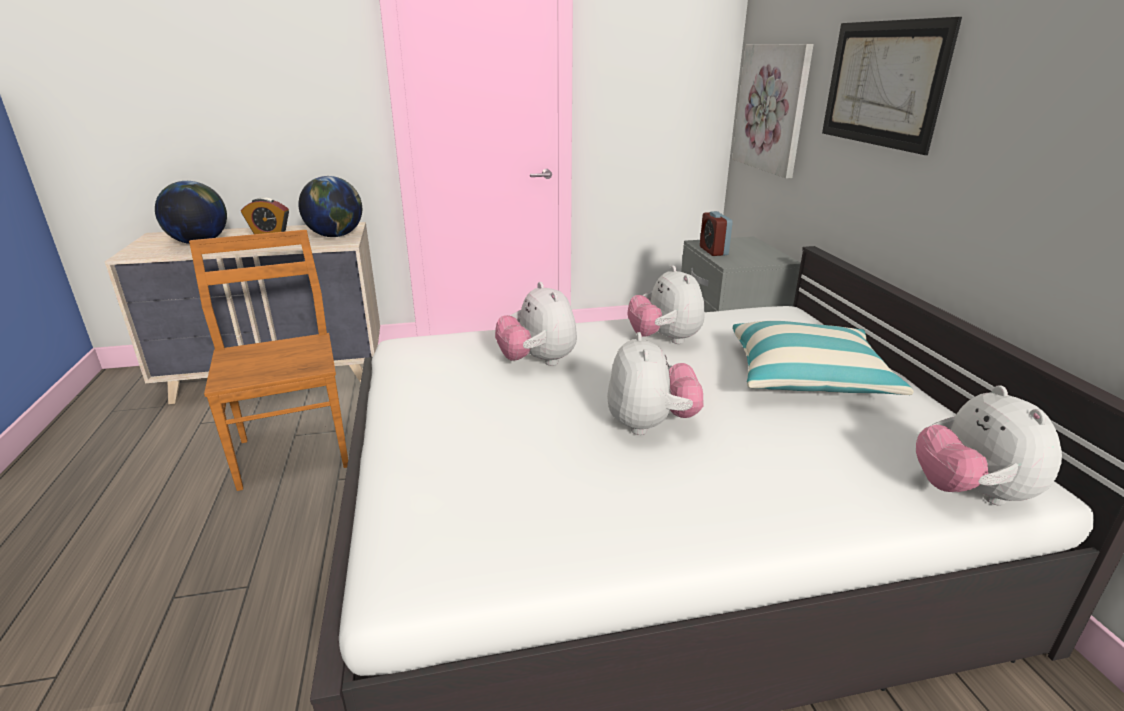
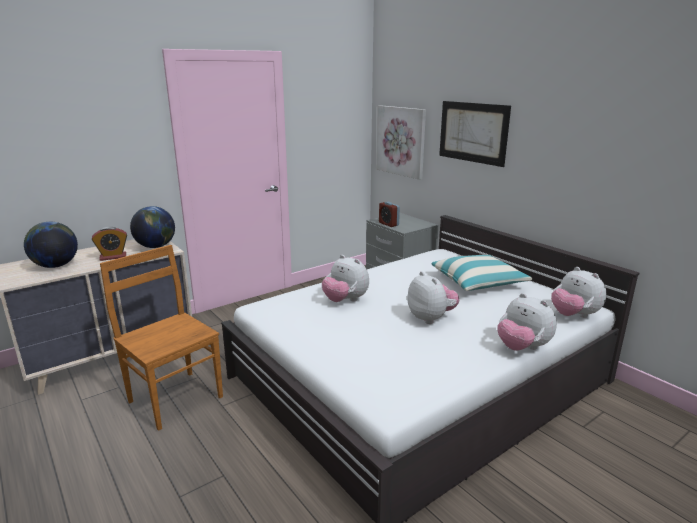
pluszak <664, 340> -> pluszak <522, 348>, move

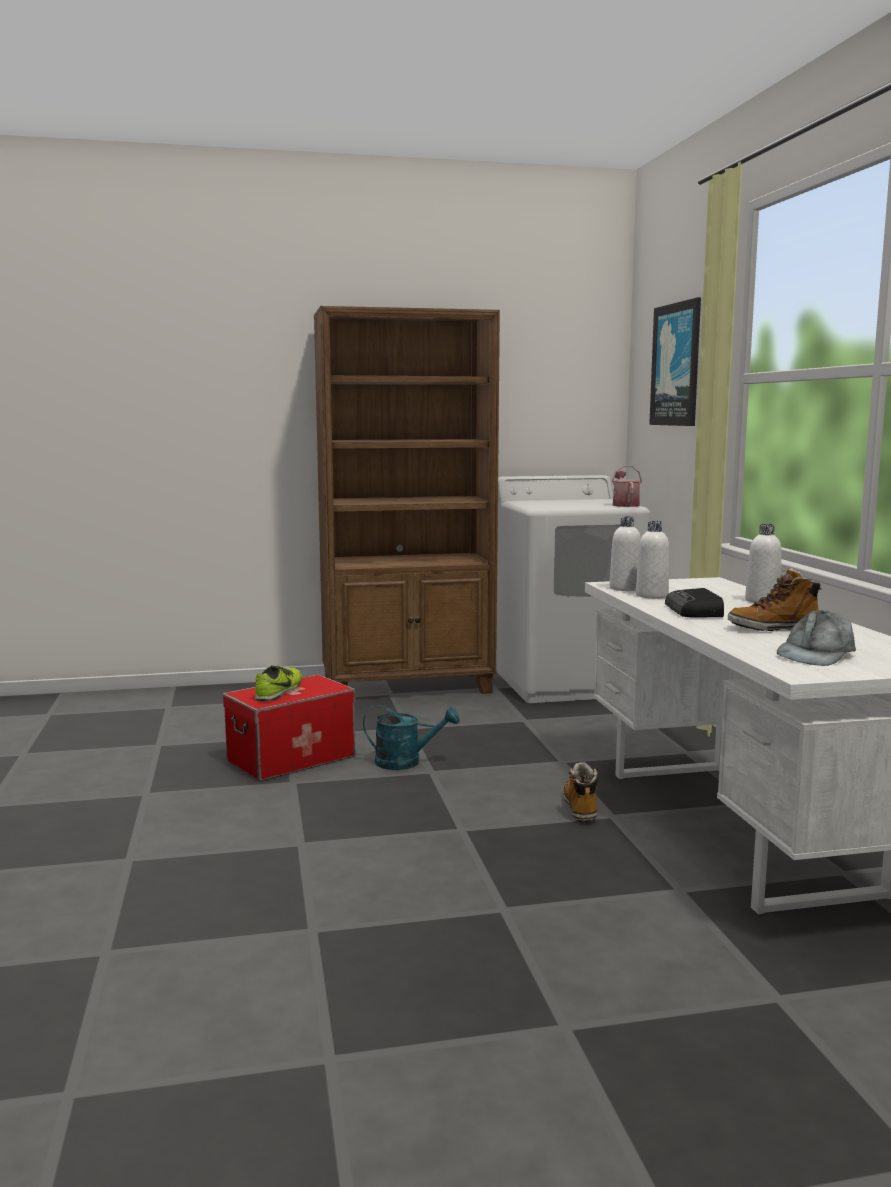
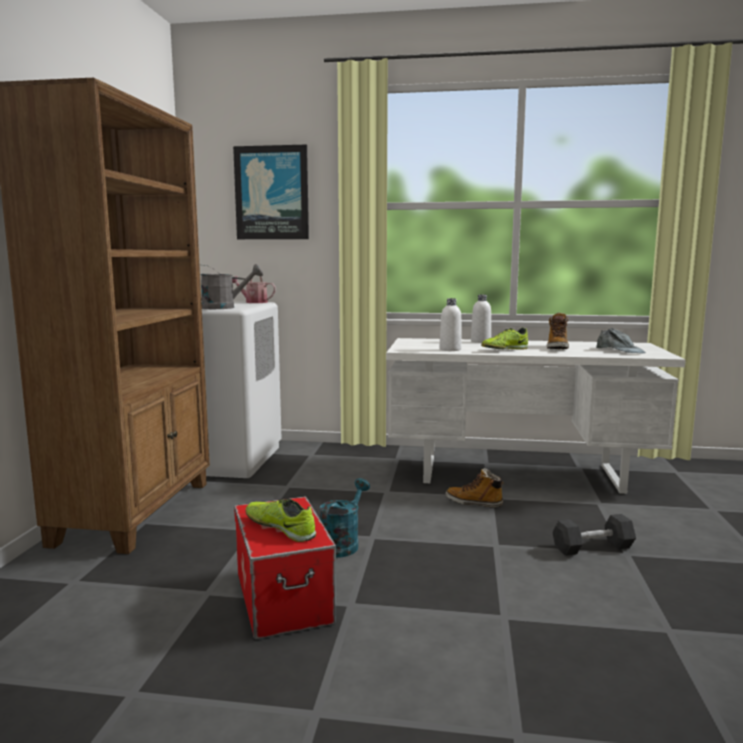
none -> konewka [szary] <224, 307>
radio <694, 611> -> but <504, 350>
none -> hantel [czarny] <592, 547>
butelka [biały] <625, 588> -> none

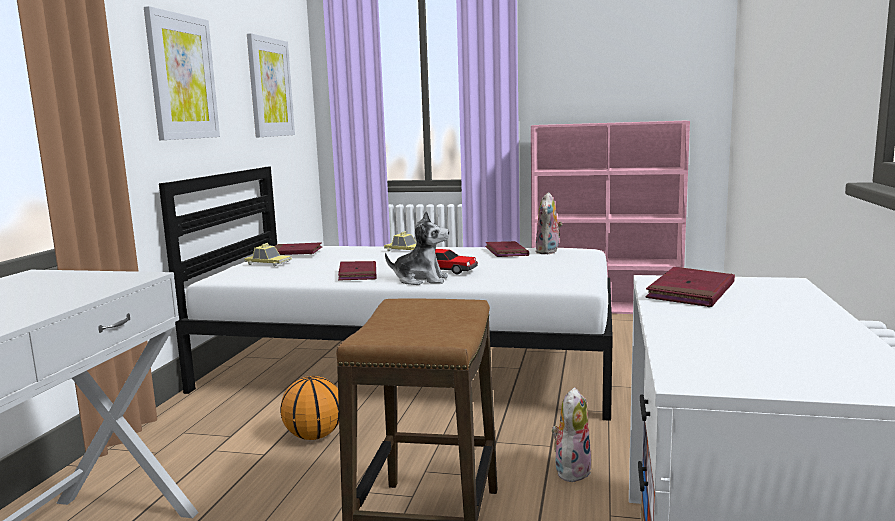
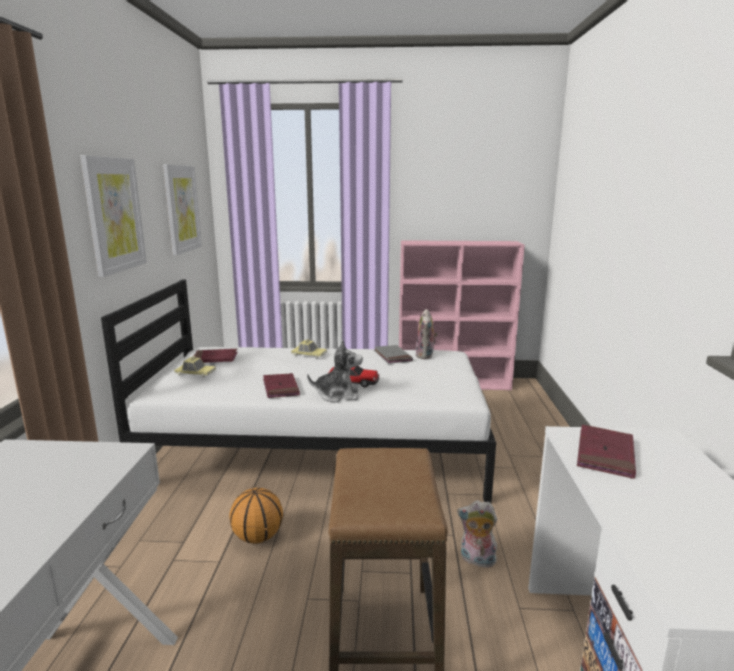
książka [czerwony] <506, 252> -> książka [szary] <392, 356>
pluszak <571, 470> -> pluszak <476, 560>, 90 degrees counterclockwise

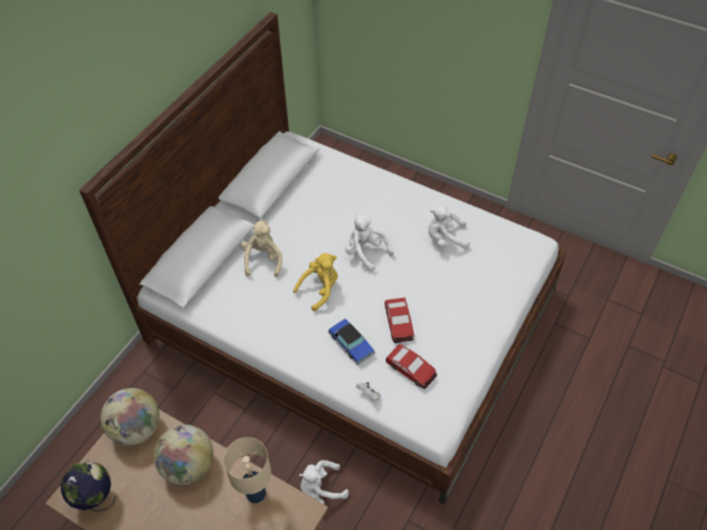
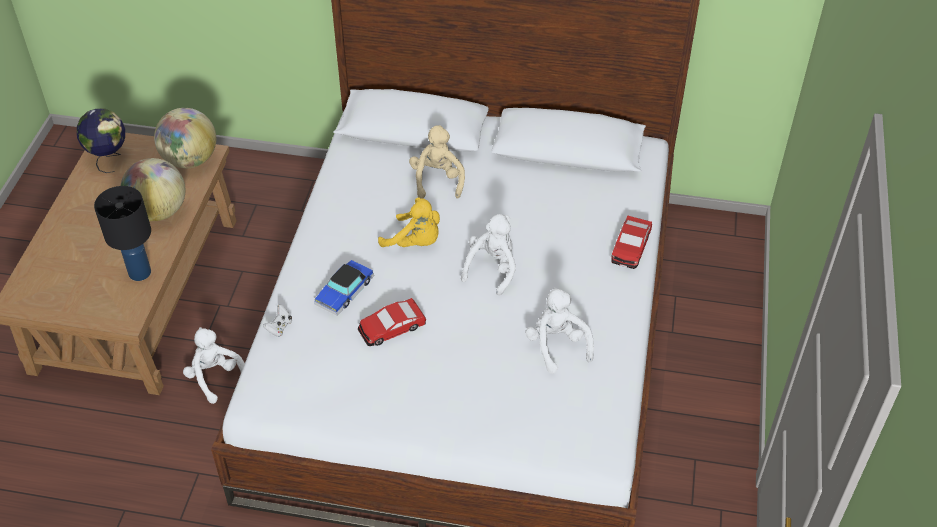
lampa stołowa [beżowy] <255, 493> -> lampa stołowa [czarny] <139, 272>
pluszak [beżowy] <263, 260> -> pluszak [beżowy] <437, 180>, 75 degrees counterclockwise
samochodzik <411, 369> -> samochodzik <630, 247>, move

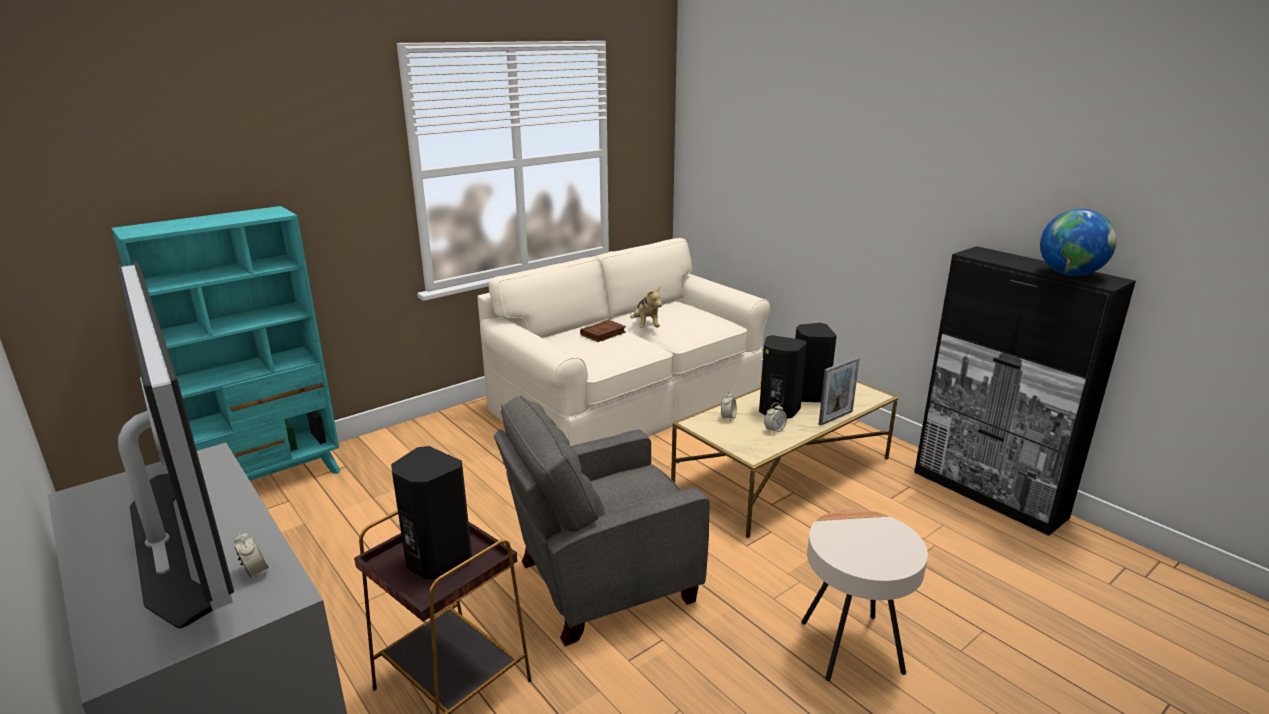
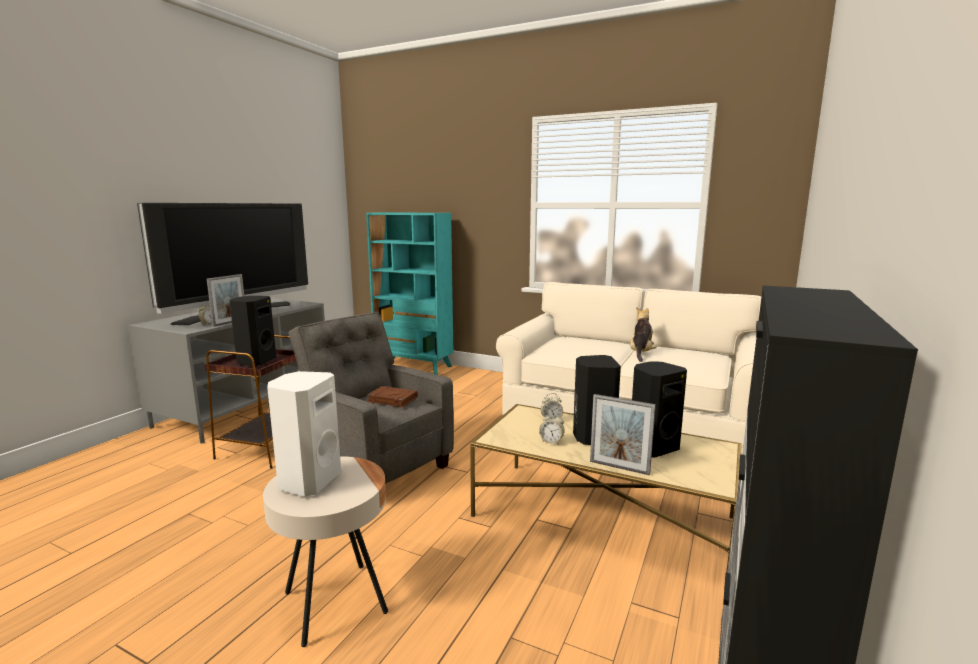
none -> ramka na zdjęcie <230, 322>
none -> głośnik [biały] <308, 481>
książka [brązowy] <603, 334> -> książka [brązowy] <392, 400>, move
pluszak <645, 326> -> pluszak <641, 353>, 150 degrees clockwise
globus <1069, 274> -> none

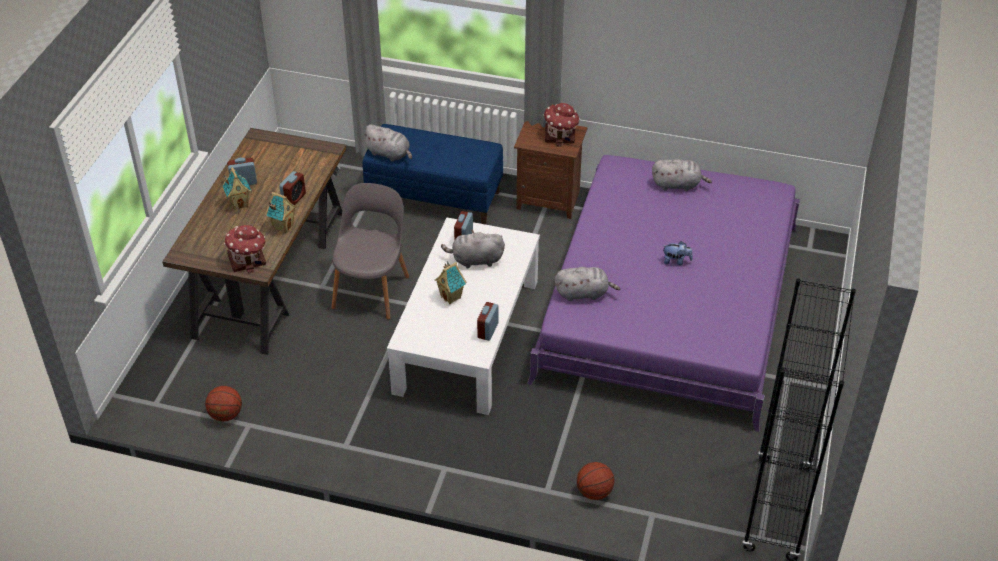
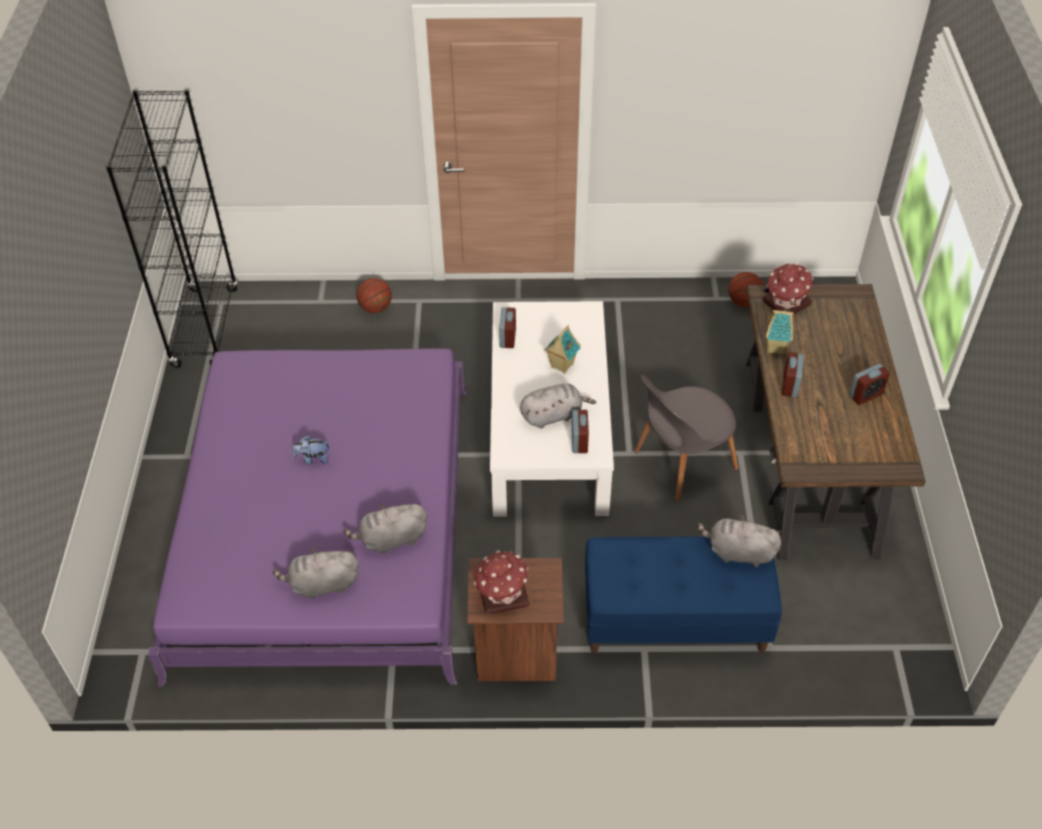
pluszak [szary] <584, 293> -> pluszak [szary] <391, 539>, move
krzesło [szary] <372, 289> -> krzesło [szary] <681, 462>, 60 degrees clockwise
domek <239, 204> -> none

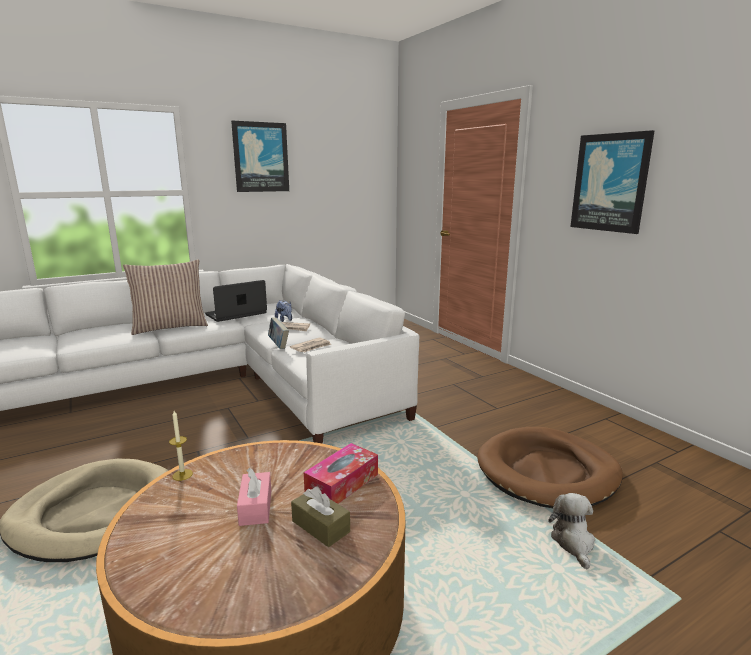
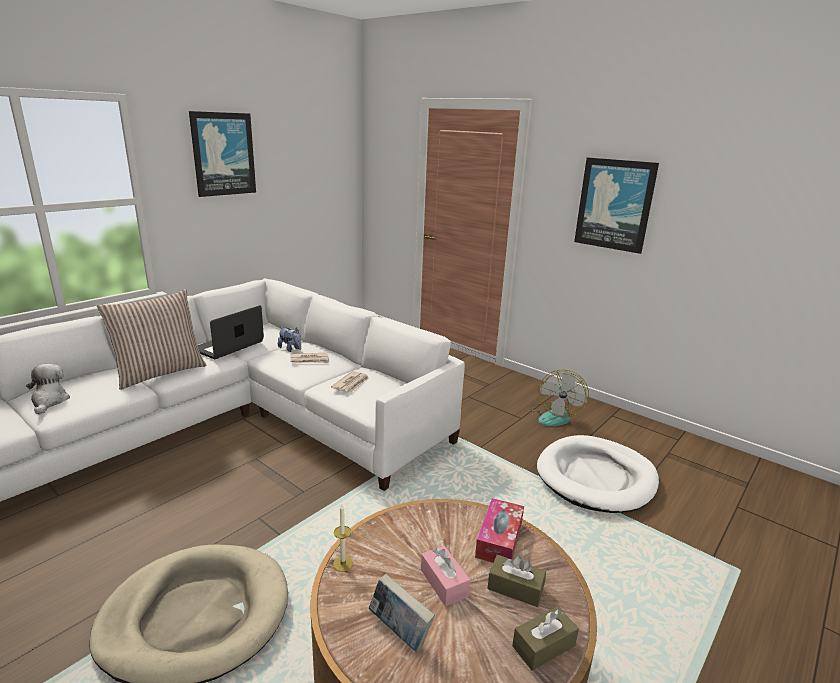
pluszak <573, 542> -> pluszak <49, 401>, move
książka <278, 345> -> książka <400, 631>, move
none -> pudełko chusteczek [brązowy] <543, 646>
none -> wentylator <555, 416>
legowisko [brązowy] <547, 472> -> legowisko [biały] <596, 477>

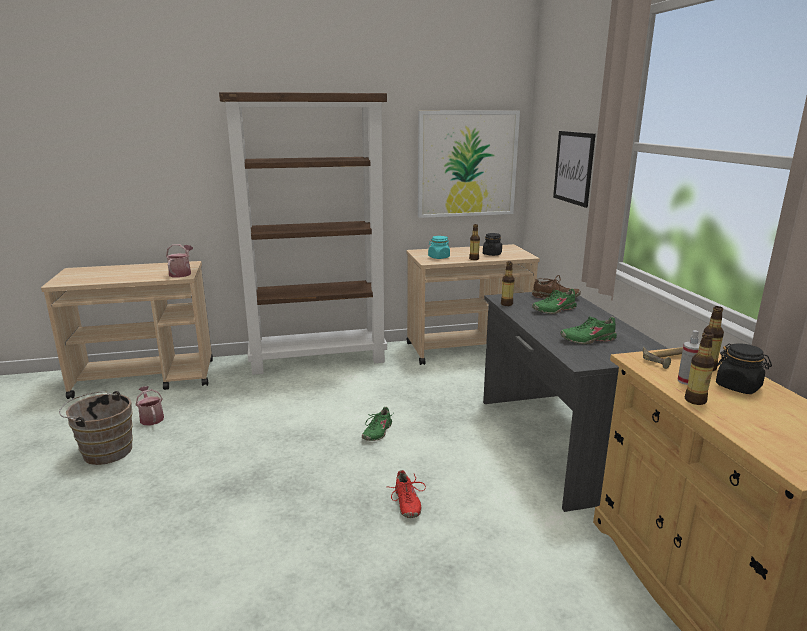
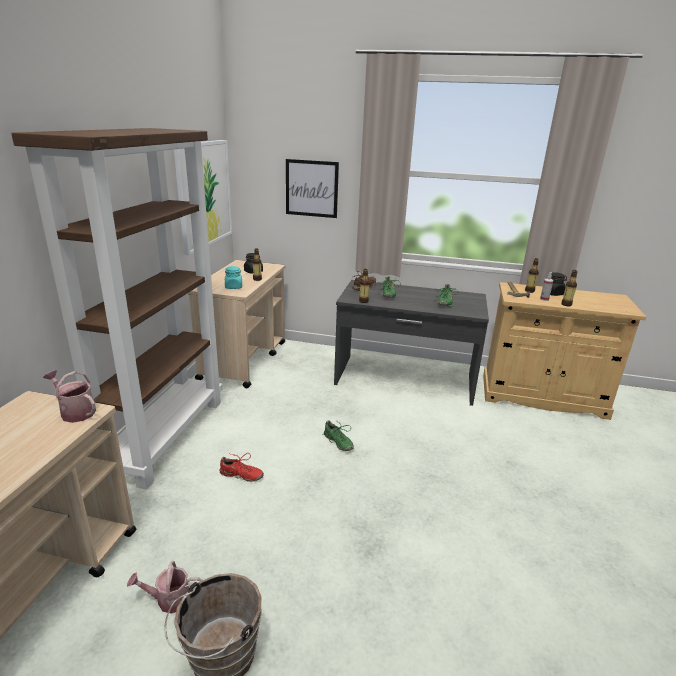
but [czerwony] <406, 503> -> but [czerwony] <241, 475>, move

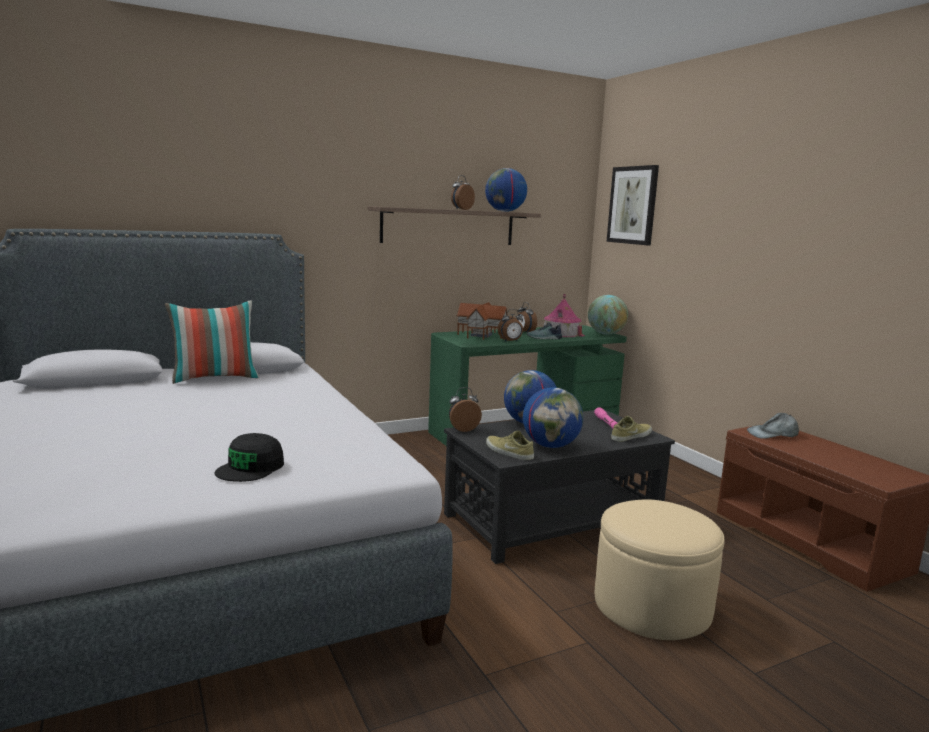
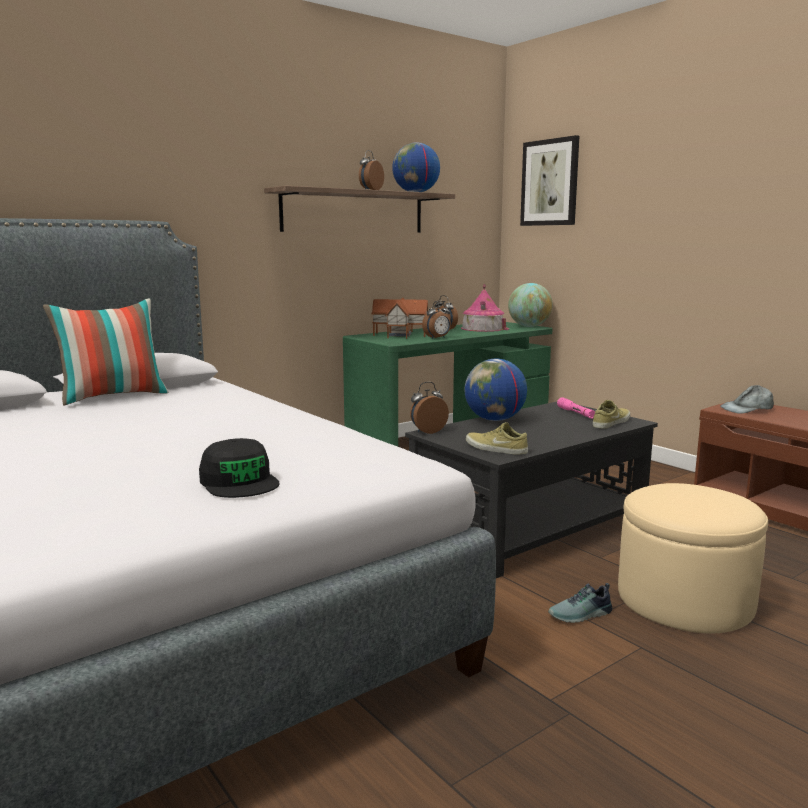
czapka z daszkiem [czarny] <251, 468> -> czapka z daszkiem [czarny] <239, 482>, 45 degrees counterclockwise
but <544, 338> -> but <581, 615>, move
globus <551, 446> -> none

